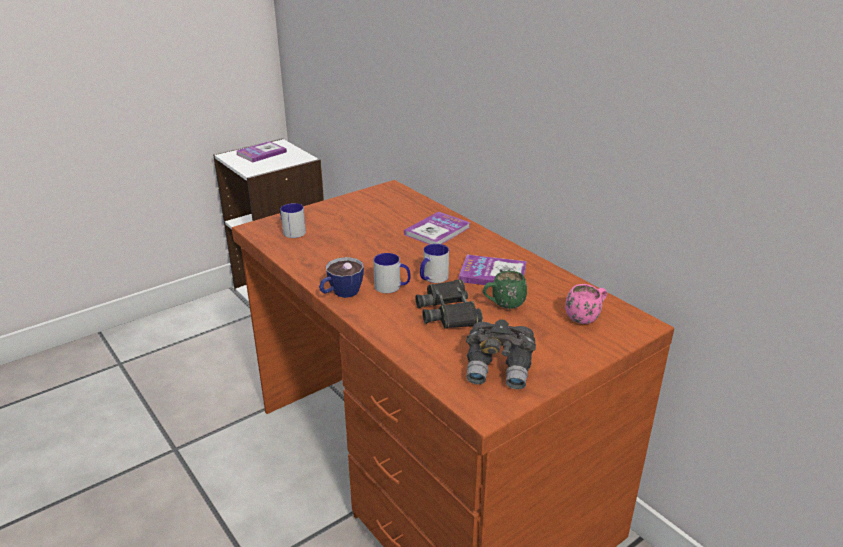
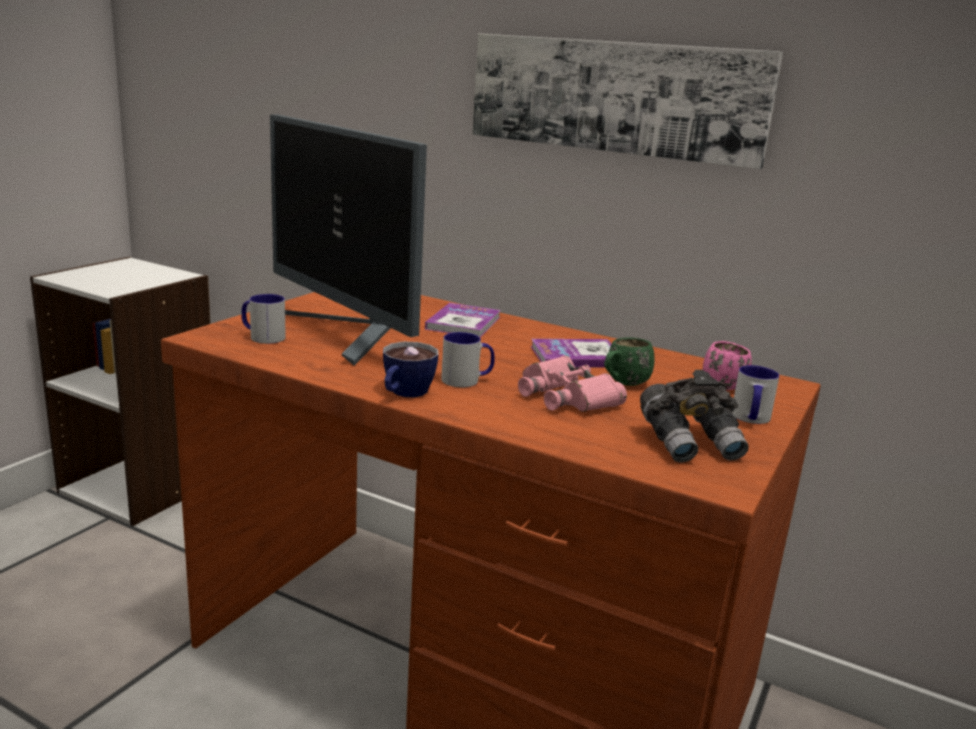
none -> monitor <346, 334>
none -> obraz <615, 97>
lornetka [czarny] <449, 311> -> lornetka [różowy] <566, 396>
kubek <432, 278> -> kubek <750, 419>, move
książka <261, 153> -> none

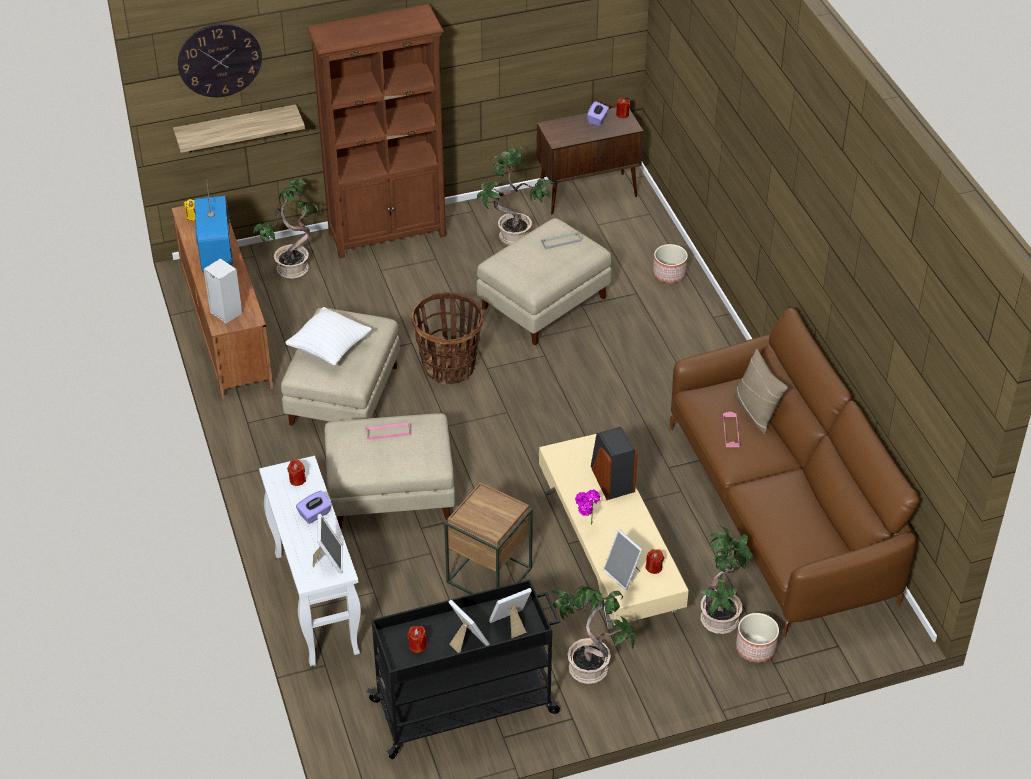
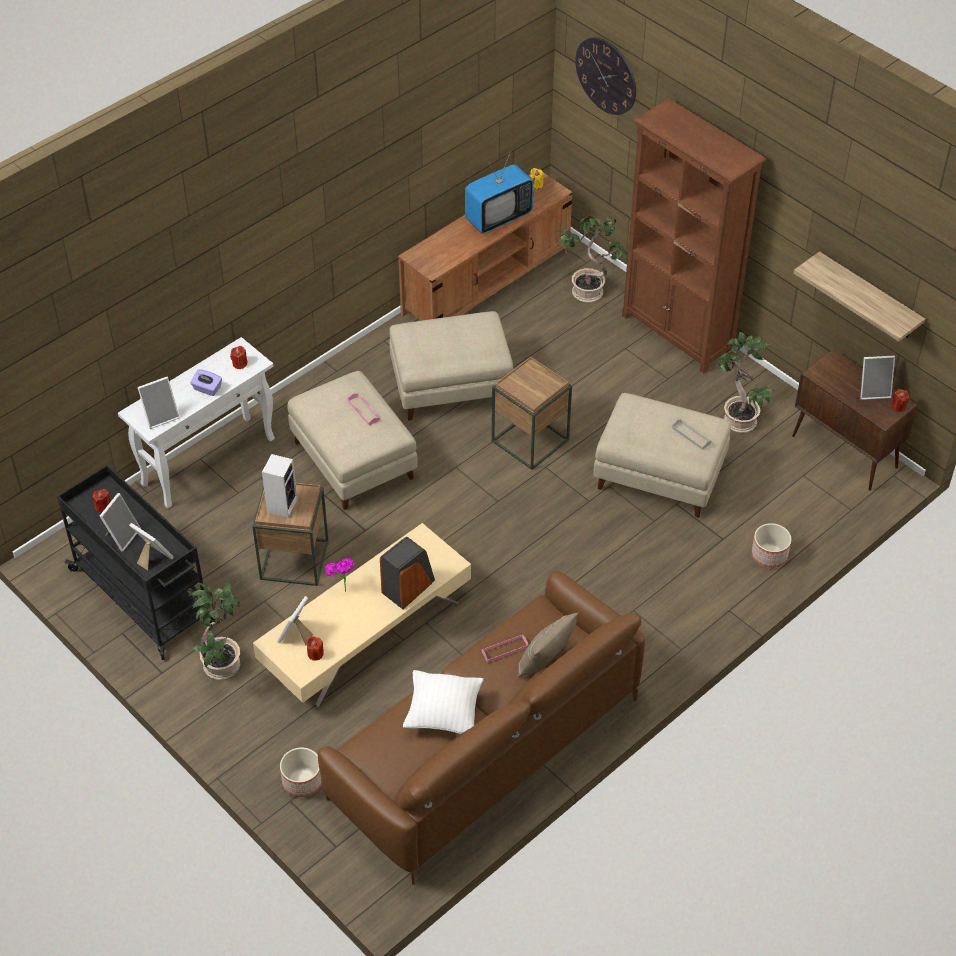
głośnik <225, 312> -> głośnik <282, 504>, move
poduszka [biały] <329, 349> -> poduszka [biały] <443, 713>, move
koszyk <449, 367> -> stolik [brązowy] <530, 440>
półka <236, 129> -> półka <868, 297>, move
pudełko chusteczek [fioletowy] <597, 120> -> ramka na zdjęcie <873, 391>
roślina doniczkowa <721, 620> -> none

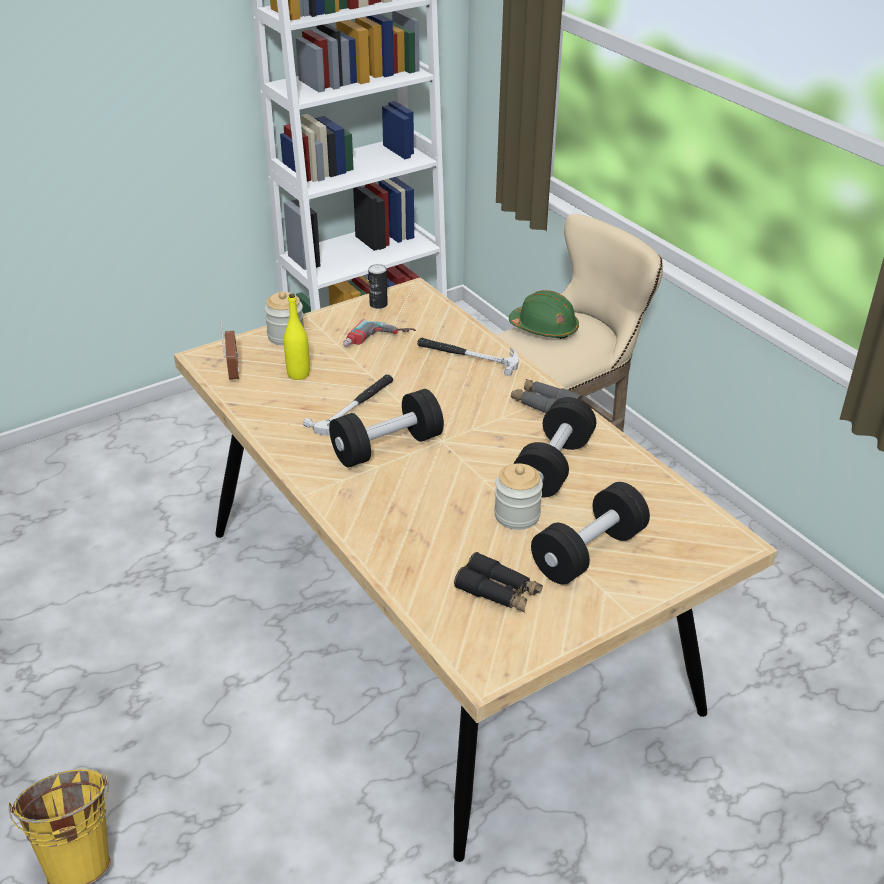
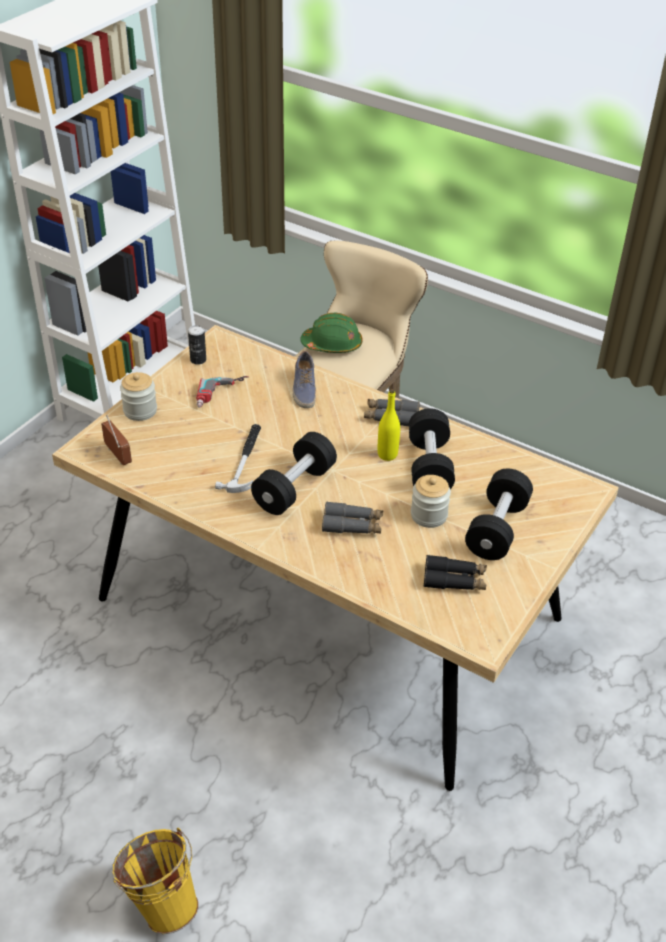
młotek <468, 356> -> but <303, 389>
none -> lornetka [szary] <352, 525>
butelka [żółty] <298, 374> -> butelka [żółty] <387, 454>, move

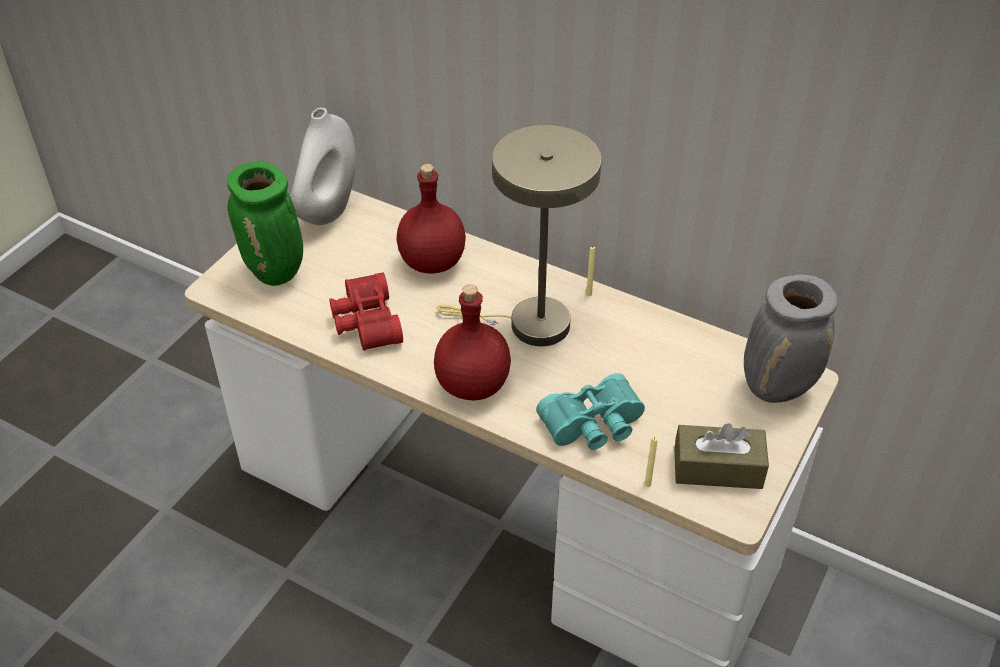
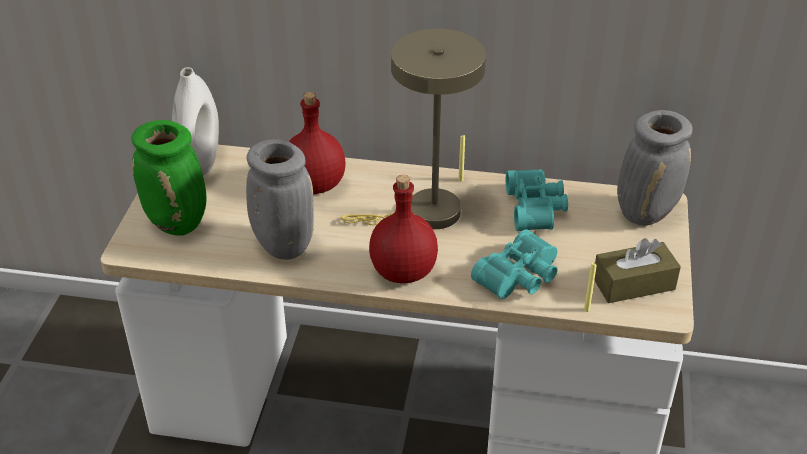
lornetka [czerwony] <364, 322> -> wazon [szary] <282, 245>
none -> lornetka [turkusowy] <536, 208>

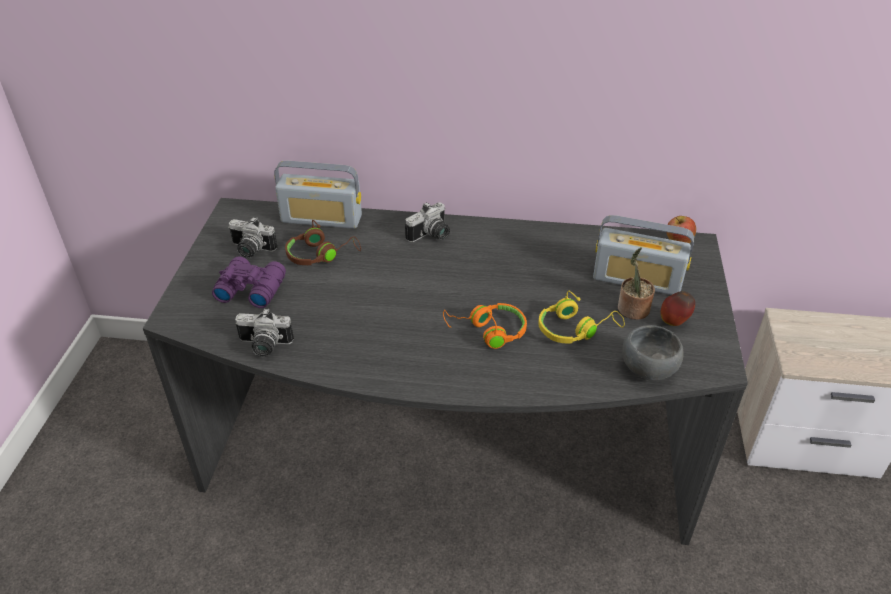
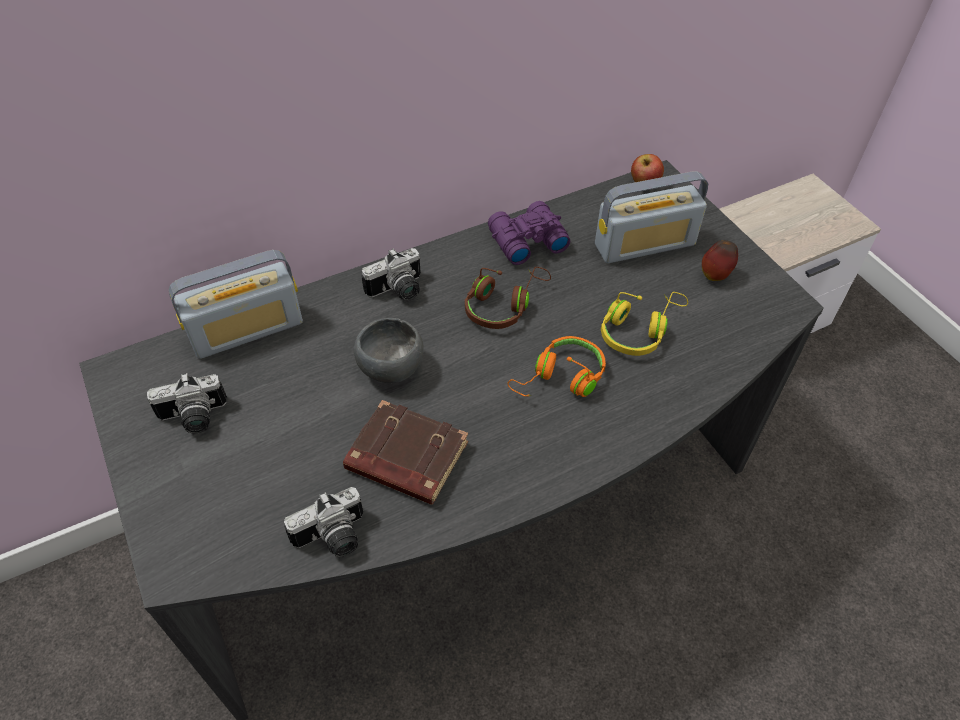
none -> książka [brązowy] <405, 458>
miska [szary] <648, 370> -> miska [szary] <391, 369>, move
aparat fotograficzny <431, 236> -> aparat fotograficzny <398, 291>, 45 degrees clockwise
słuchawki [brązowy] <321, 254> -> słuchawki [brązowy] <503, 304>, move
lornetka [fioletowy] <250, 288> -> lornetka [fioletowy] <525, 240>, move
roślina doniczkowa <632, 310> -> none

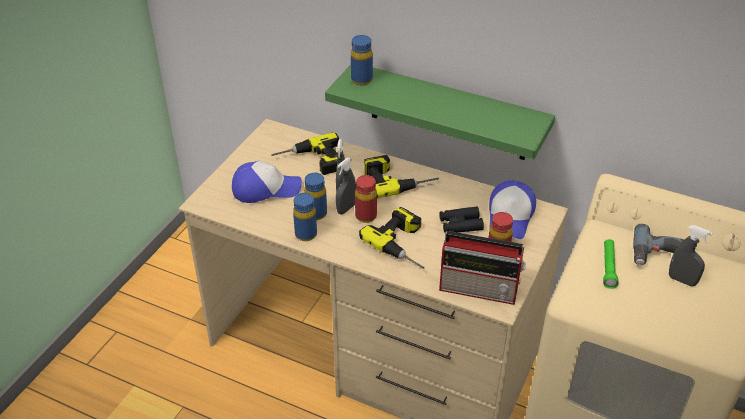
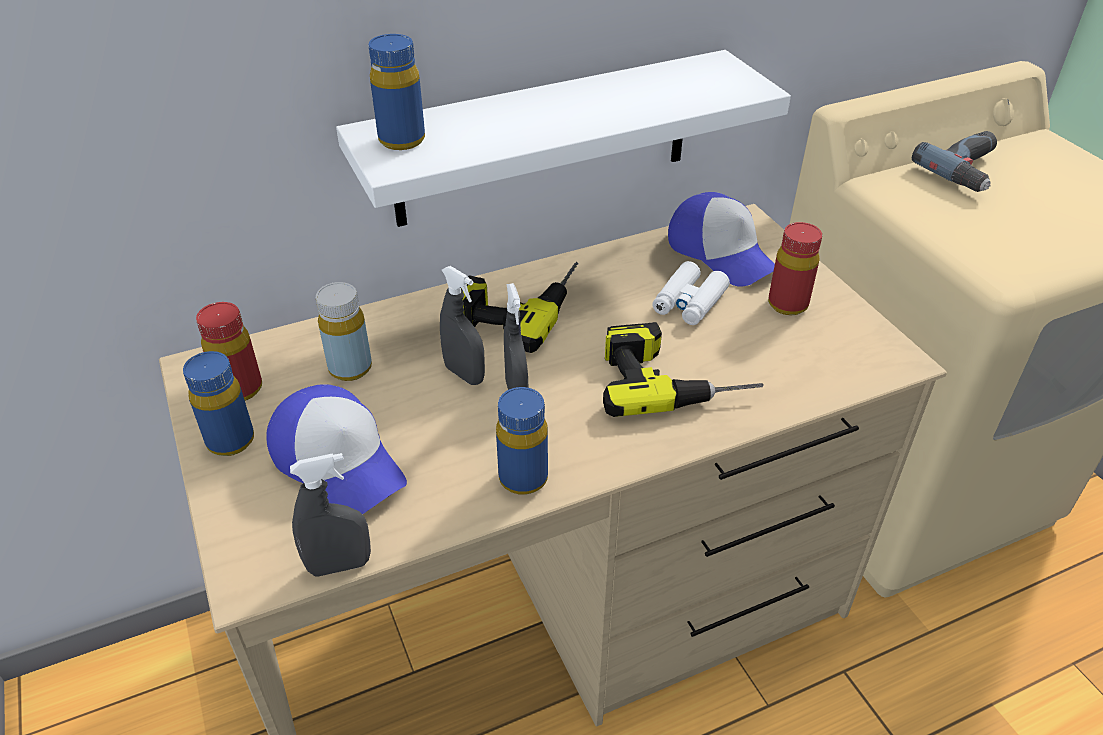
butelka [niebieski] <316, 214> -> butelka [niebieski] <230, 441>, move
butelka [czerwony] <366, 216> -> butelka [czerwony] <240, 389>, move
czapka z daszkiem <266, 188> -> czapka z daszkiem <339, 462>, 105 degrees clockwise
spryskiwacz [szary] <682, 280> -> spryskiwacz [szary] <339, 565>, move
wiertarka <311, 162> -> butelka [żółty] <350, 368>
półka [zielony] <448, 112> -> półka [biały] <544, 139>
lornetka [czarny] <460, 224> -> lornetka [biały] <689, 302>
radio <480, 289> -> none
latarka [zielony] <608, 267> -> none

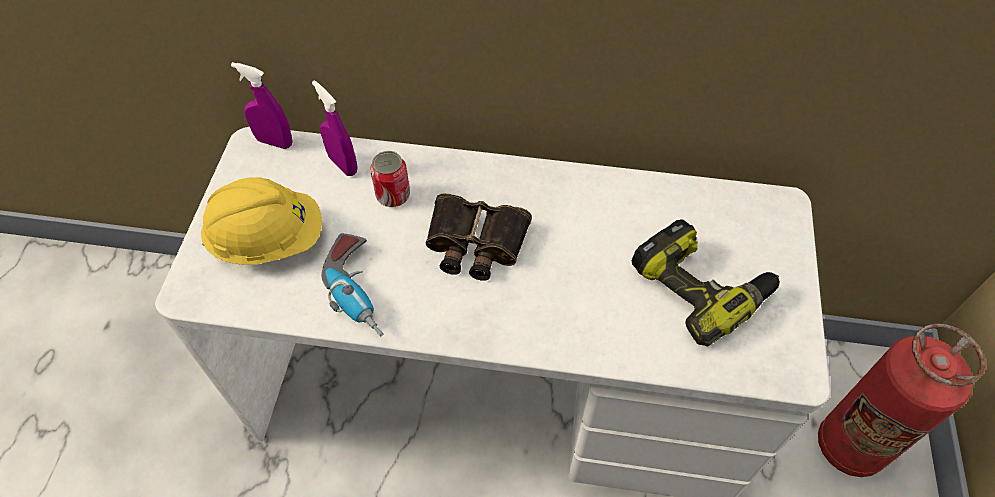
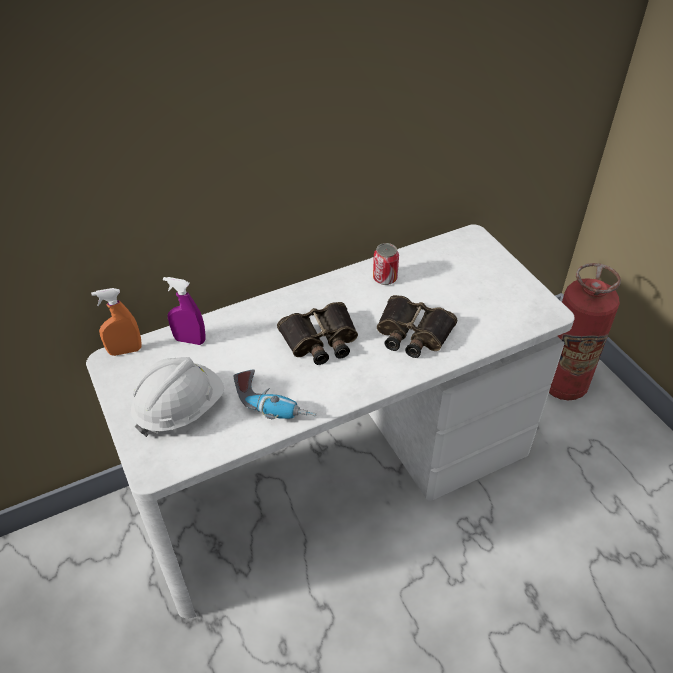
spryskiwacz [fioletowy] <274, 142> -> spryskiwacz [pomarańczowy] <125, 351>
kask [żółty] <268, 240> -> kask [biały] <180, 409>
puszka <393, 195> -> puszka <385, 278>, move
none -> lornetka <412, 333>
wiertarka <700, 286> -> none

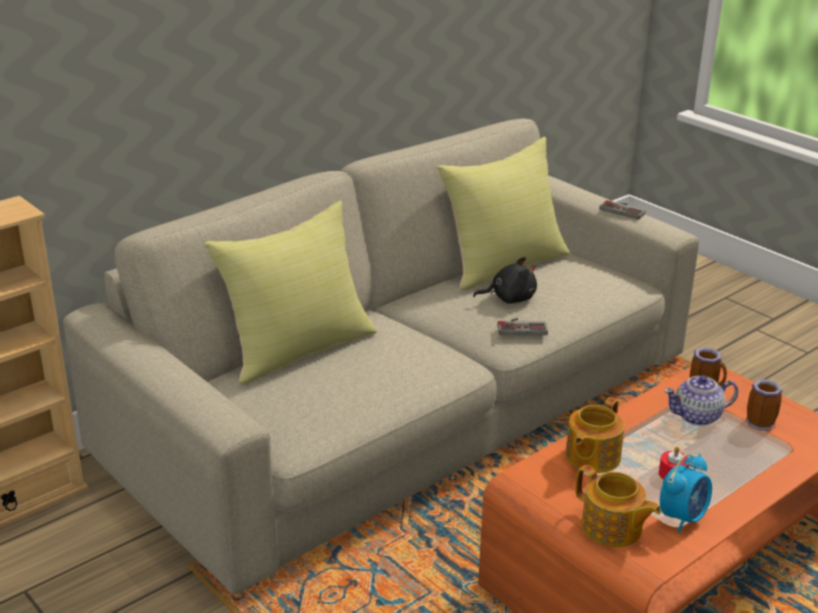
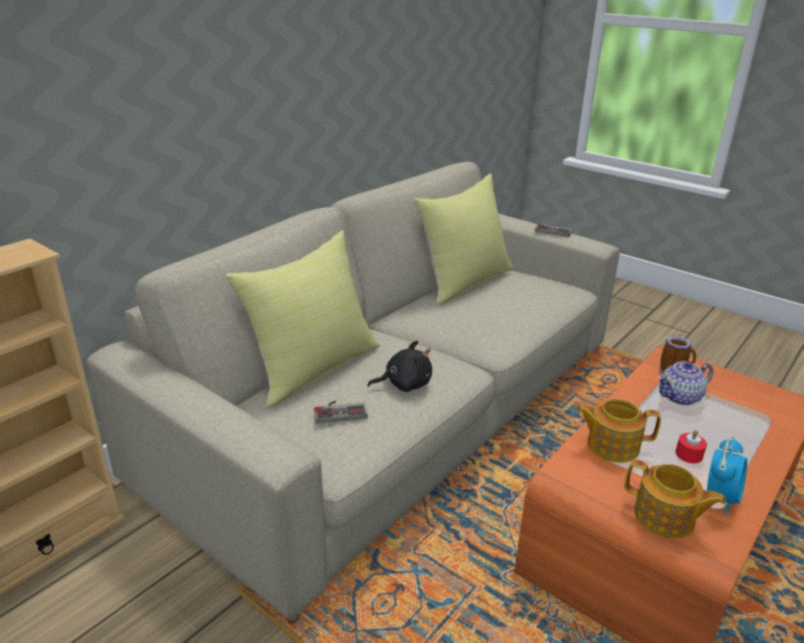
pad do gier <521, 327> -> pad do gier <340, 411>, move
pluszak [czarny] <509, 298> -> pluszak [czarny] <404, 384>, move
imbryk <591, 457> -> imbryk <611, 445>, 75 degrees clockwise
kubek <759, 421> -> none

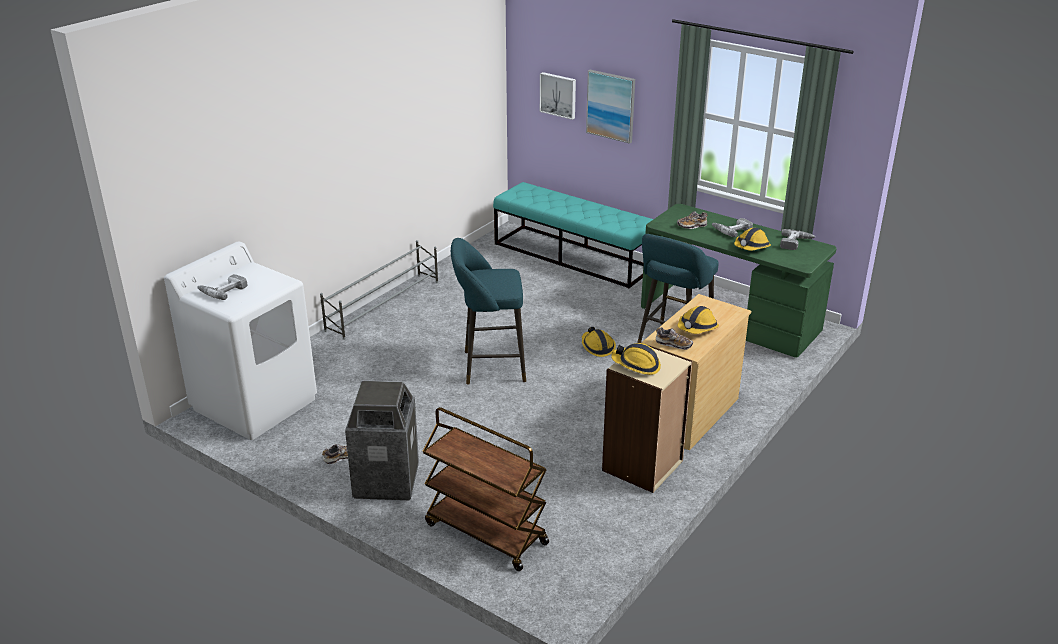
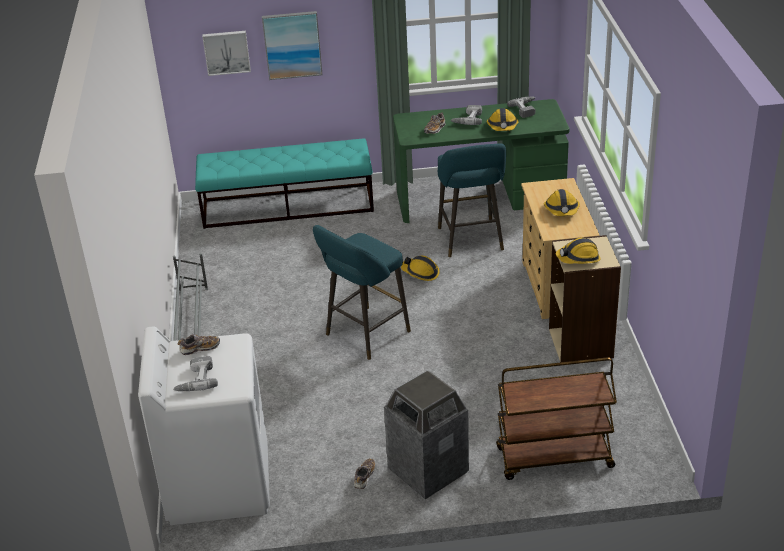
but <673, 344> -> but <200, 349>, move

